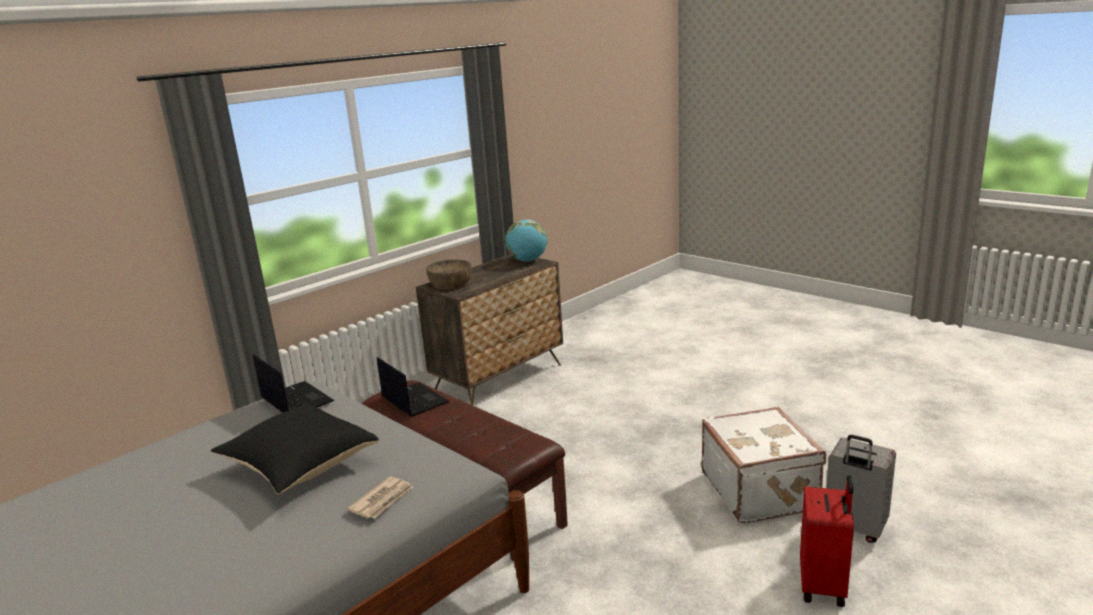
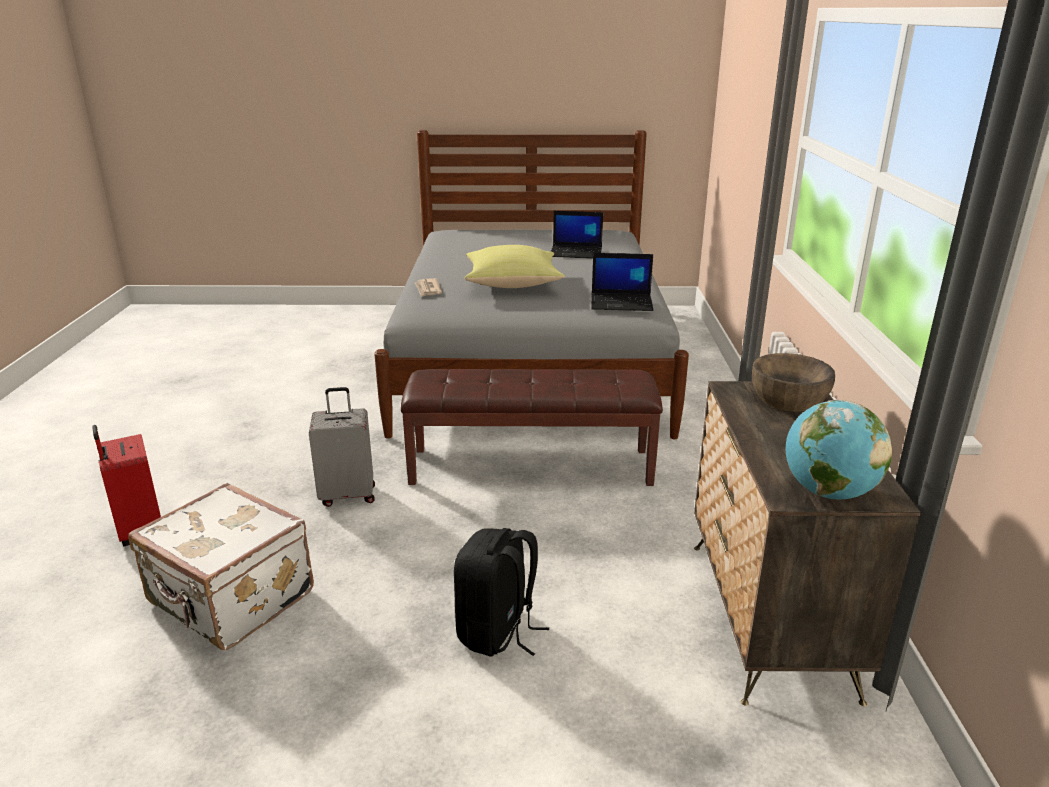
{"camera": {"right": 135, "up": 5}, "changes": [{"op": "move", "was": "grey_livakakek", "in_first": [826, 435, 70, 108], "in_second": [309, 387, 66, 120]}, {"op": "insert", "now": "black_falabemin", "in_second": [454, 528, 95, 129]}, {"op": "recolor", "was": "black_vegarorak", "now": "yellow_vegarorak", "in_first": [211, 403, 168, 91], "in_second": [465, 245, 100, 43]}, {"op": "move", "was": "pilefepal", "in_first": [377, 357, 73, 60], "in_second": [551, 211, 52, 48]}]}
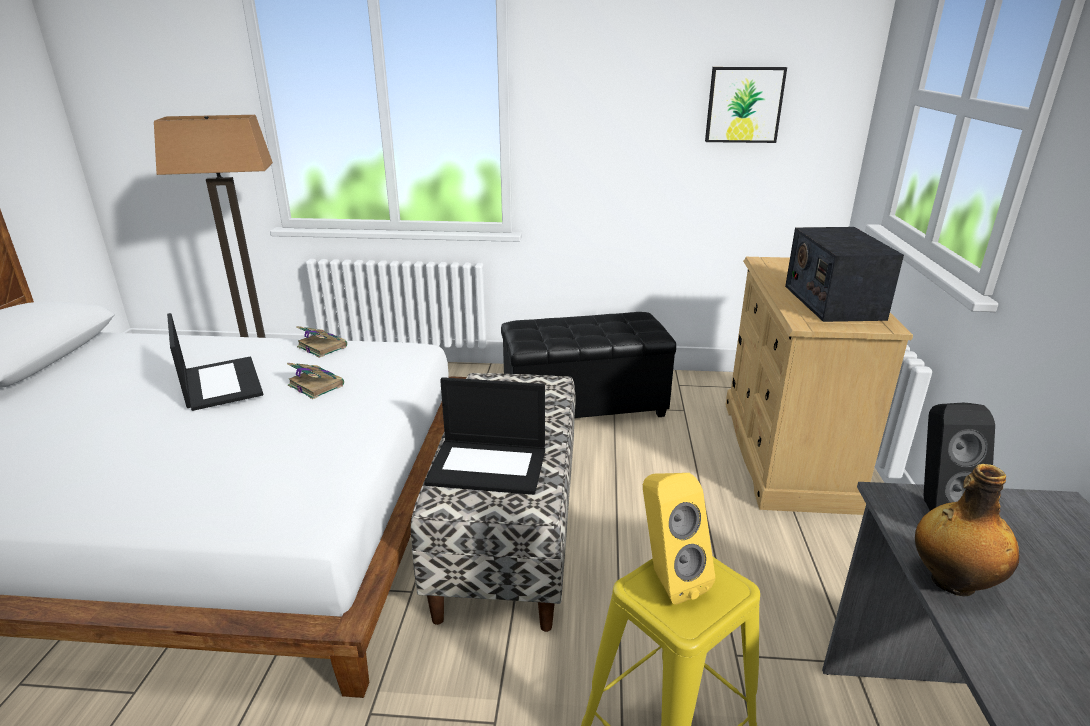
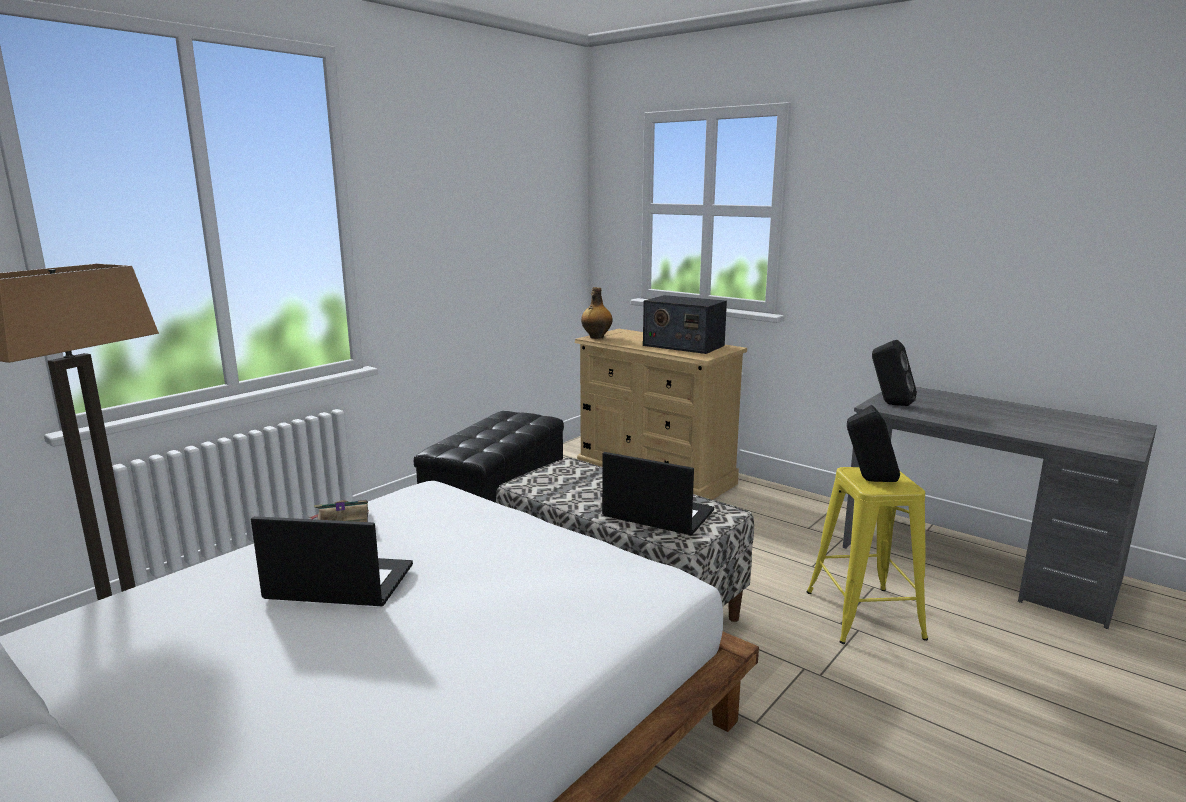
{"camera": {"right": -55, "up": -10}, "changes": [{"op": "move", "was": "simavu", "in_first": [915, 464, 104, 132], "in_second": [581, 287, 32, 52]}, {"op": "rotate", "was": "pilefepal", "in_first": [424, 377, 121, 118], "in_second": [602, 452, 112, 83], "clockwise": -105}, {"op": "recolor", "was": "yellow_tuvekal", "now": "black_tuvekal", "in_first": [643, 473, 73, 132], "in_second": [847, 405, 53, 77]}, {"op": "delete", "was": "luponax", "in_first": [287, 363, 57, 36]}, {"op": "delete", "was": "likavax", "in_first": [705, 67, 82, 76]}]}
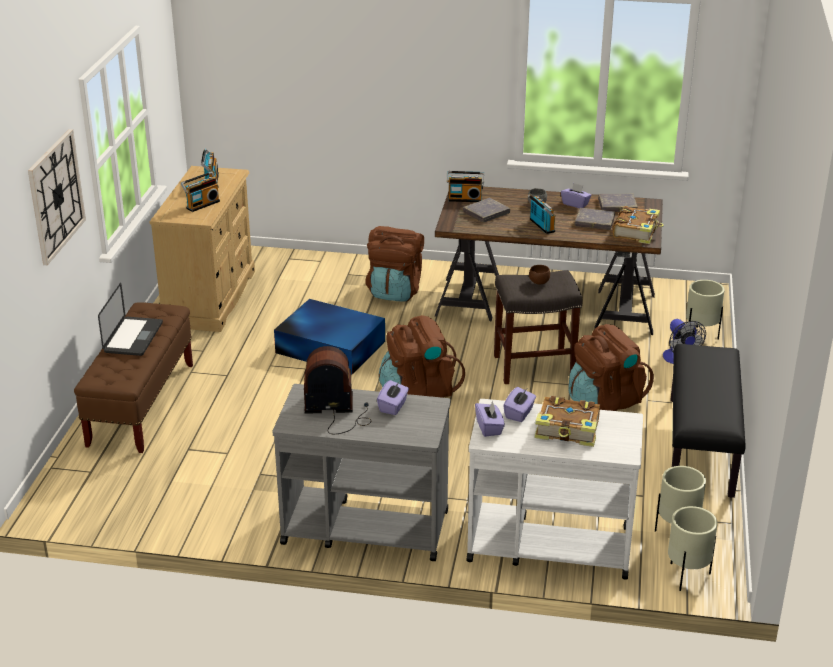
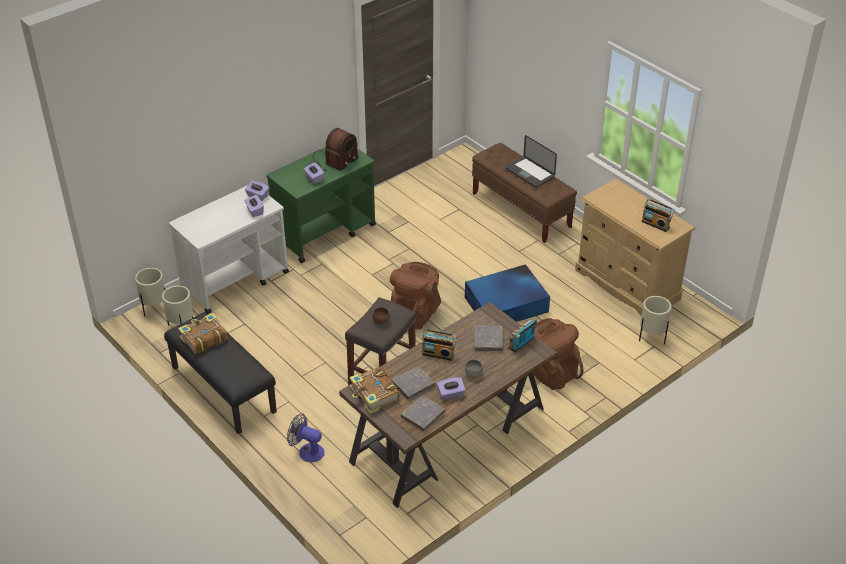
{"camera": {"right": 130, "up": 10}, "changes": [{"op": "move", "was": "luponax", "in_first": [535, 396, 65, 51], "in_second": [178, 313, 50, 41]}, {"op": "recolor", "was": "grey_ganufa", "now": "green_ganufa", "in_first": [272, 384, 179, 177], "in_second": [267, 147, 109, 116]}, {"op": "move", "was": "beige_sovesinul", "in_first": [686, 280, 39, 60], "in_second": [639, 296, 33, 49]}, {"op": "delete", "was": "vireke", "in_first": [28, 129, 58, 136]}, {"op": "delete", "was": "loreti", "in_first": [181, 171, 39, 41]}, {"op": "delete", "was": "brown_falabemin", "in_first": [569, 324, 85, 87]}]}
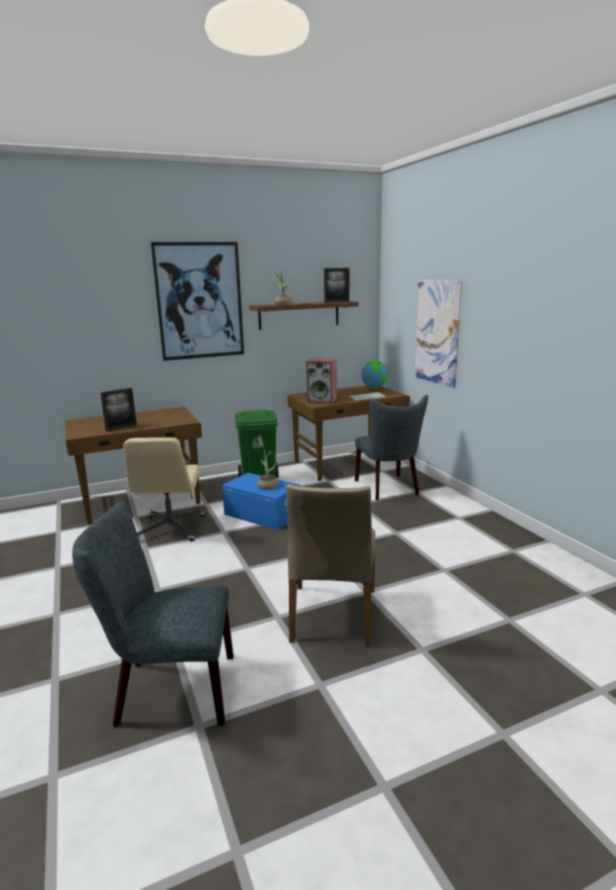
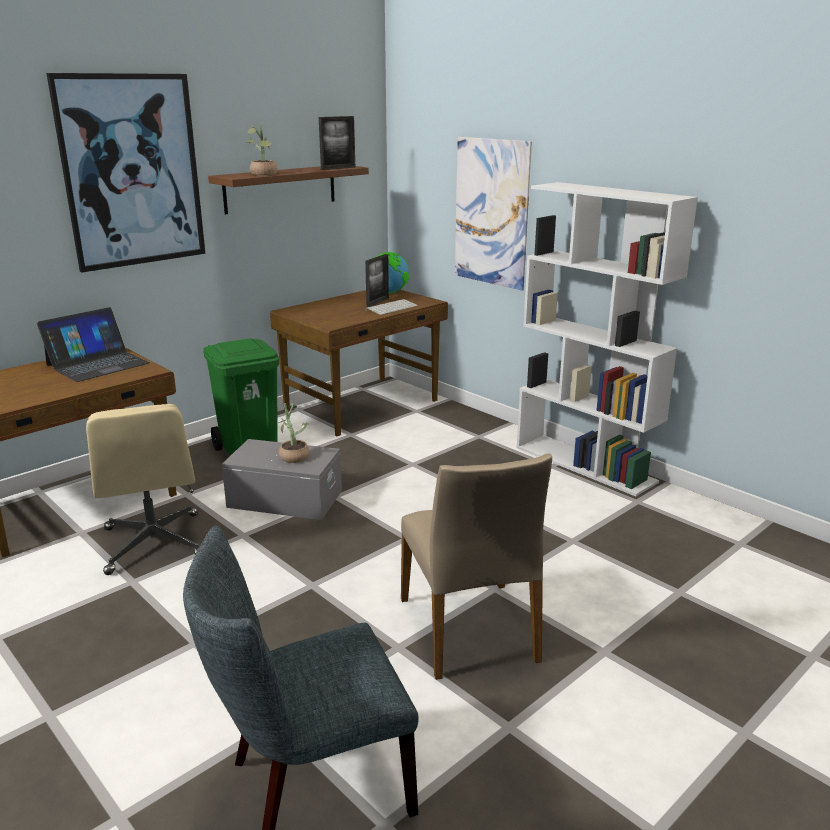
{"camera": {"right": -20, "up": 5}, "changes": [{"op": "insert", "now": "pilefepal", "in_second": [37, 307, 113, 75]}, {"op": "recolor", "was": "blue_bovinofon", "now": "grey_bovinofon", "in_first": [222, 473, 78, 57], "in_second": [222, 439, 120, 81]}, {"op": "move", "was": "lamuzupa", "in_first": [100, 388, 37, 43], "in_second": [365, 254, 24, 53]}, {"op": "insert", "now": "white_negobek", "in_second": [517, 182, 181, 314]}, {"op": "delete", "was": "tuvekal", "in_first": [306, 358, 31, 46]}, {"op": "delete", "was": "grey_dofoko", "in_first": [355, 395, 73, 105]}]}
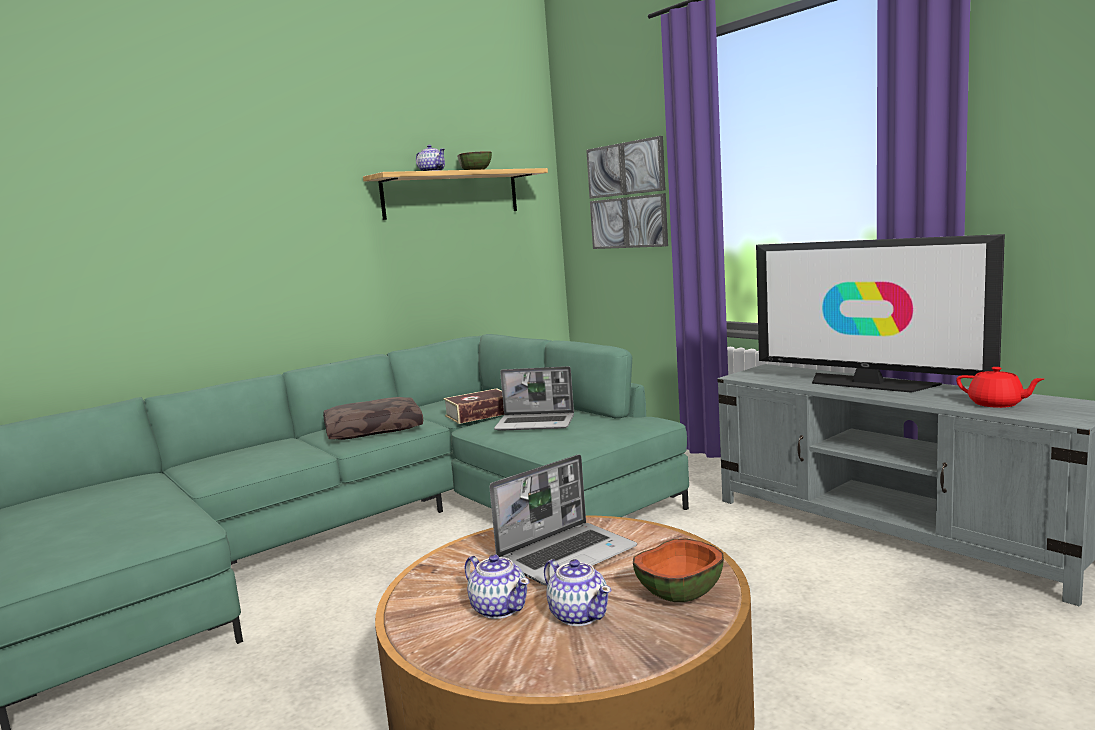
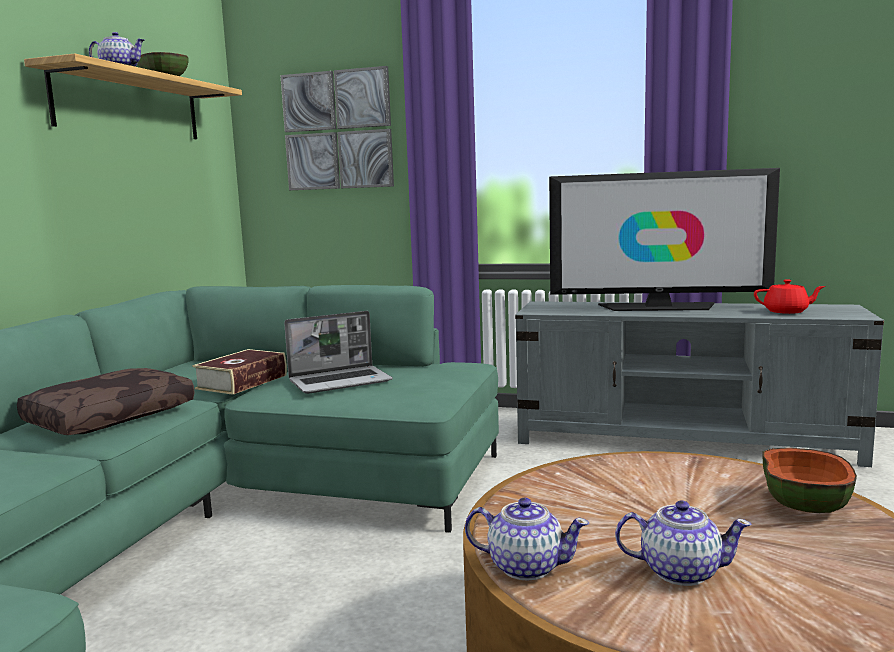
{"camera": {"right": -35, "up": 0}, "changes": [{"op": "move", "was": "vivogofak", "in_first": [544, 559, 67, 67], "in_second": [465, 498, 124, 83]}, {"op": "delete", "was": "pilefepal", "in_first": [489, 454, 148, 131]}]}
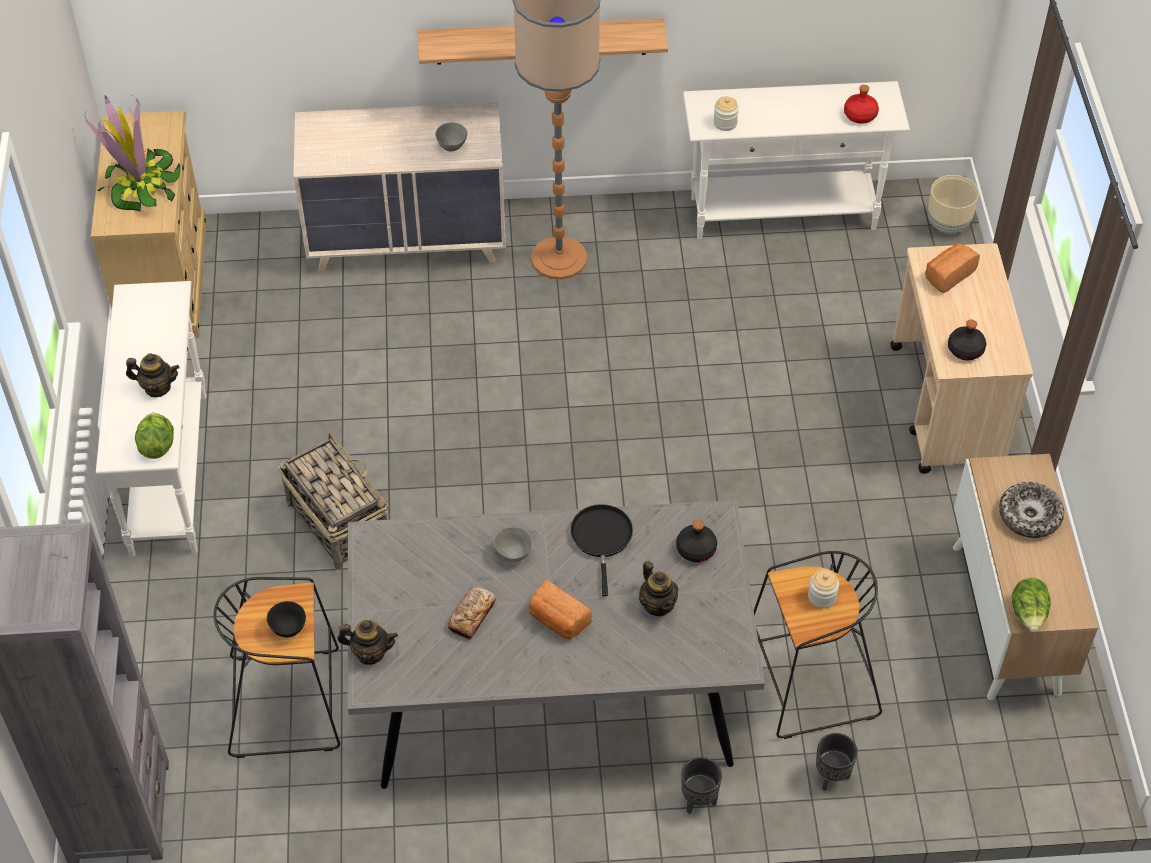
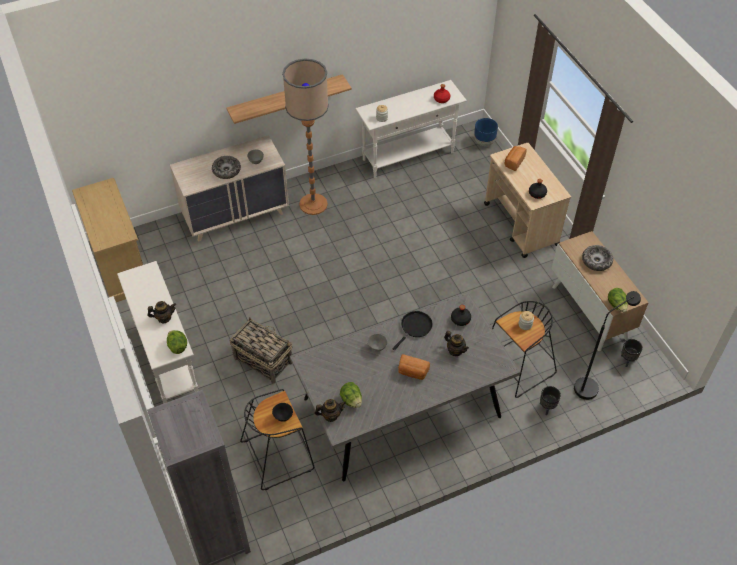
{"camera": {"right": -20, "up": 0}, "changes": [{"op": "insert", "now": "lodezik", "in_second": [212, 156, 29, 23]}, {"op": "insert", "now": "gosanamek", "in_second": [340, 382, 22, 26]}, {"op": "rotate", "was": "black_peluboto", "in_first": [570, 504, 63, 92], "in_second": [392, 311, 41, 39], "clockwise": 60}, {"op": "recolor", "was": "beige_sovesinul", "now": "blue_sovesinul", "in_first": [928, 175, 51, 58], "in_second": [474, 118, 24, 28]}, {"op": "insert", "now": "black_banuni", "in_second": [574, 291, 67, 109]}, {"op": "move", "was": "black_sovesinul", "in_first": [681, 757, 41, 57], "in_second": [621, 339, 22, 28]}, {"op": "delete", "was": "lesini", "in_first": [85, 96, 95, 116]}, {"op": "delete", "was": "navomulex", "in_first": [448, 587, 48, 53]}]}
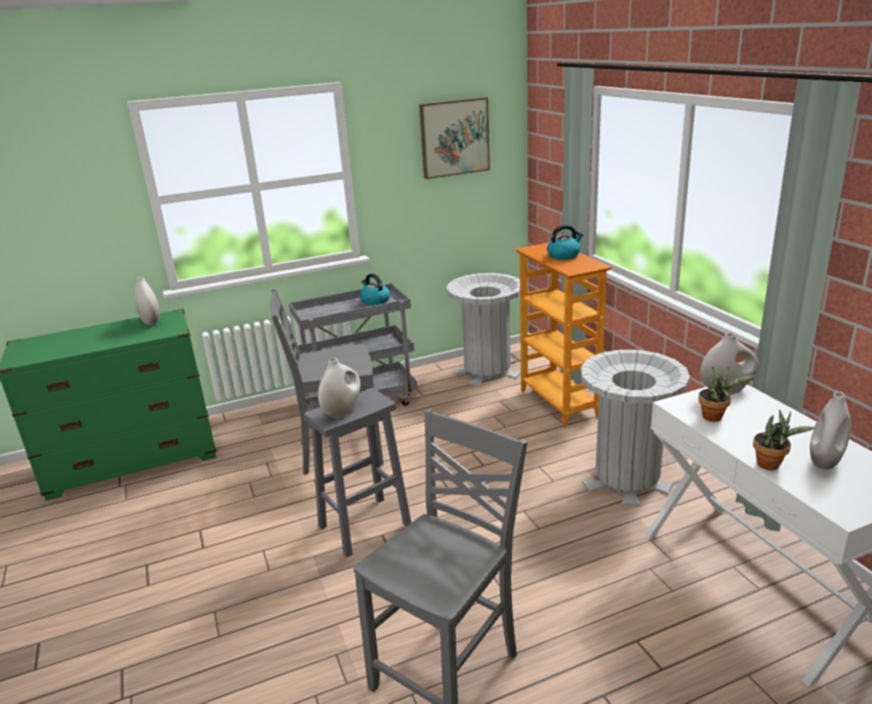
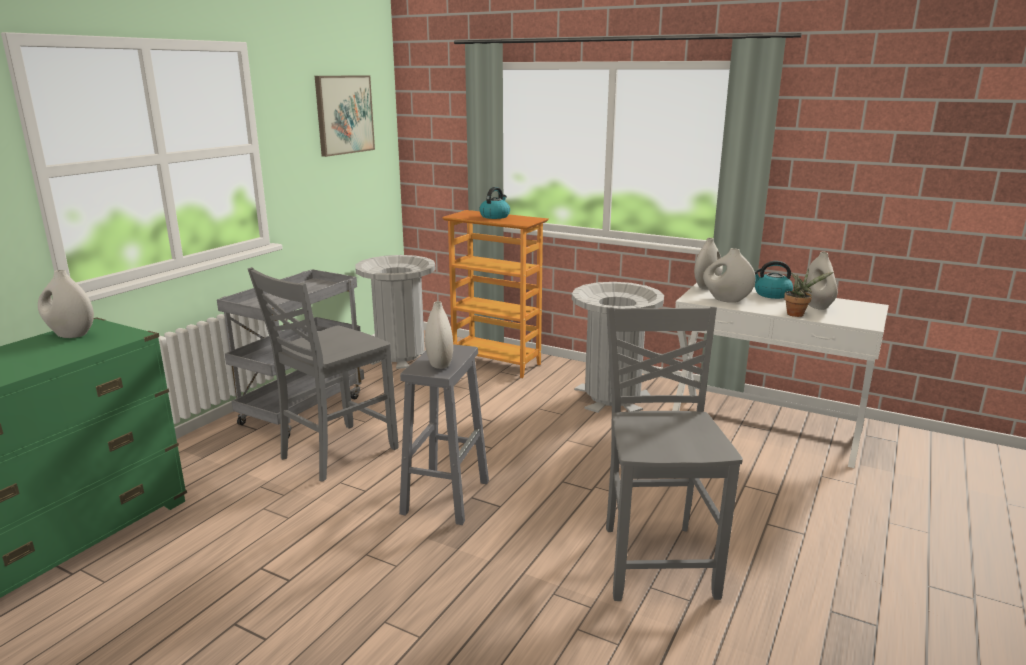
{"camera": {"right": -40, "up": -5}, "changes": [{"op": "replace", "was": "lesini", "now": "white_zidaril", "in_first": [698, 366, 57, 56], "in_second": [703, 248, 53, 55]}, {"op": "move", "was": "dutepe", "in_first": [360, 273, 30, 33], "in_second": [754, 261, 39, 38]}]}
